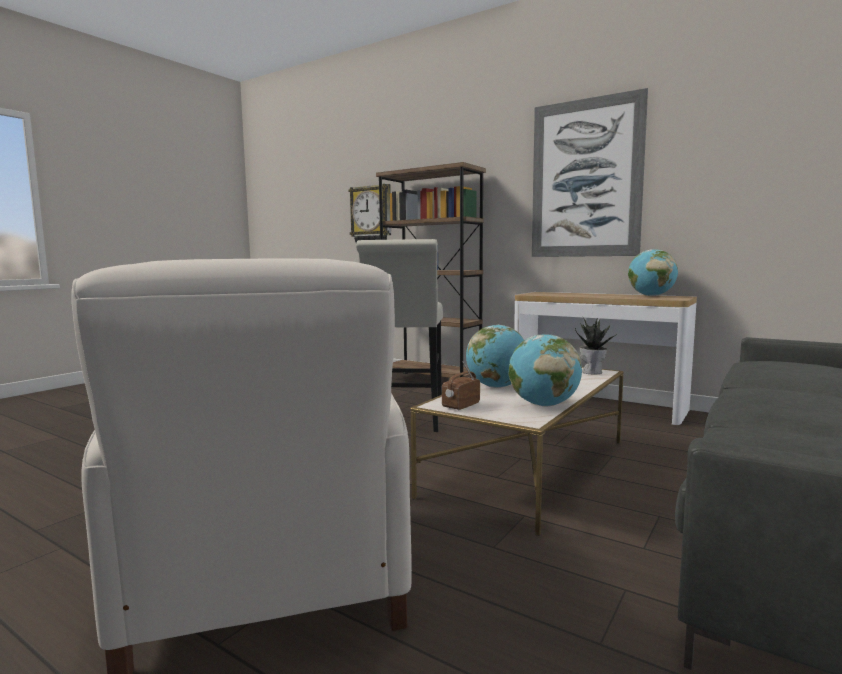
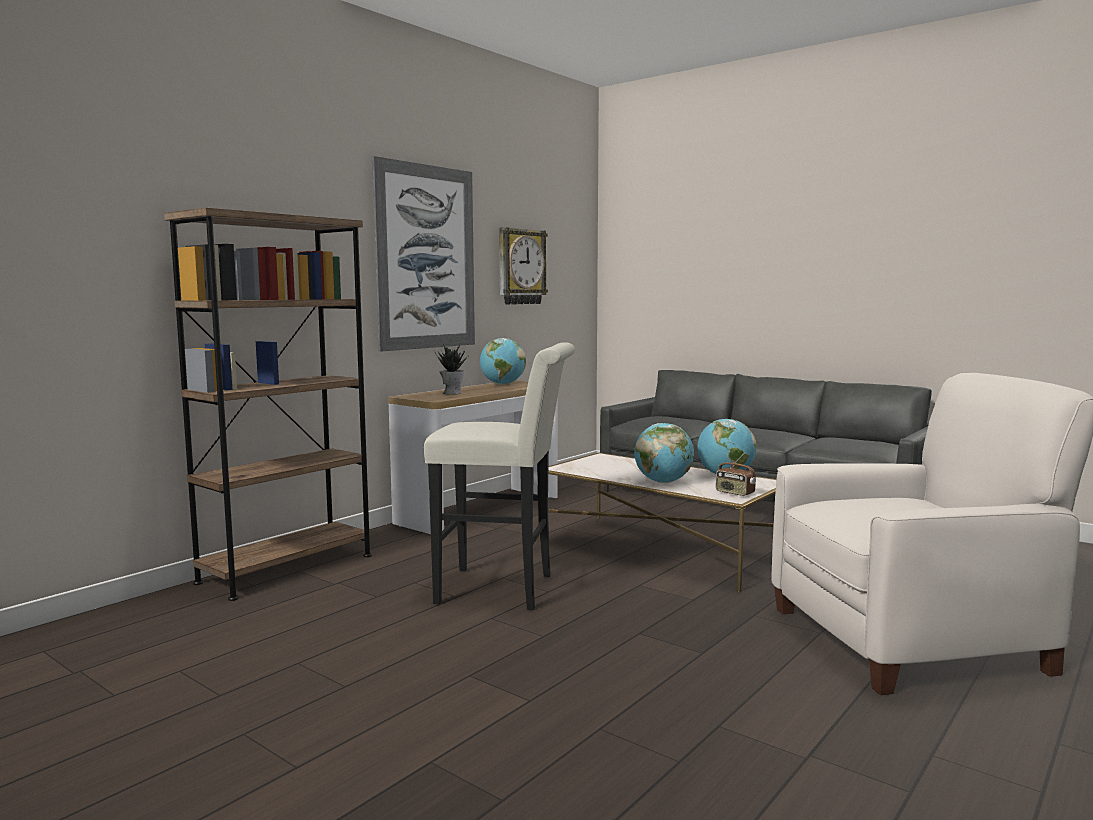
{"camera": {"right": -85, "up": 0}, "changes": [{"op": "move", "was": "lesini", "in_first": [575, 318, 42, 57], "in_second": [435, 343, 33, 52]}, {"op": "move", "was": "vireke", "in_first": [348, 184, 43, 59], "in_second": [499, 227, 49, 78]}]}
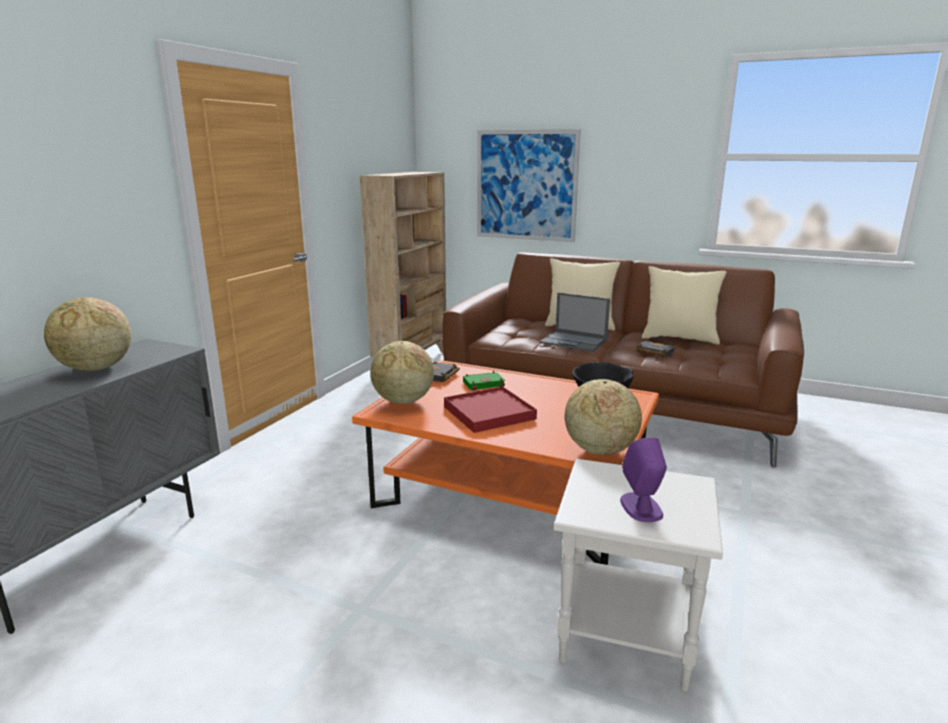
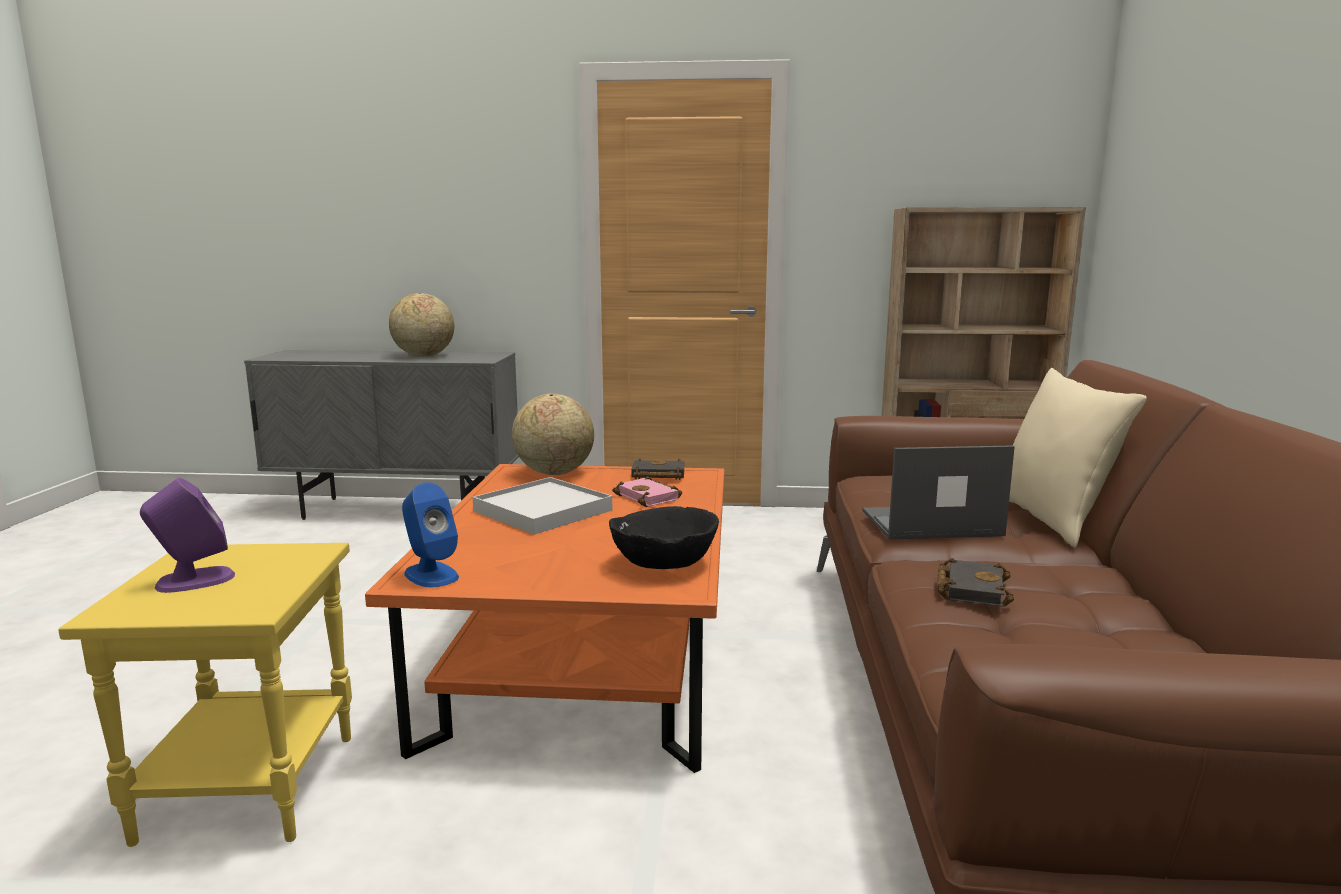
{"camera": {"right": 70, "up": -5}, "changes": [{"op": "recolor", "was": "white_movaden", "now": "yellow_movaden", "in_first": [554, 459, 169, 233], "in_second": [58, 543, 294, 304]}, {"op": "replace", "was": "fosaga", "now": "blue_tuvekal", "in_first": [565, 379, 77, 76], "in_second": [402, 483, 57, 104]}, {"op": "recolor", "was": "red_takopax", "now": "white_takopax", "in_first": [444, 386, 93, 47], "in_second": [472, 477, 140, 58]}, {"op": "recolor", "was": "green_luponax", "now": "pink_luponax", "in_first": [463, 371, 42, 20], "in_second": [612, 476, 70, 31]}, {"op": "rotate", "was": "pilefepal", "in_first": [540, 293, 70, 59], "in_second": [862, 445, 153, 95], "clockwise": 75}, {"op": "delete", "was": "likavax", "in_first": [477, 129, 104, 113]}, {"op": "delete", "was": "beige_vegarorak", "in_first": [642, 266, 84, 79]}]}
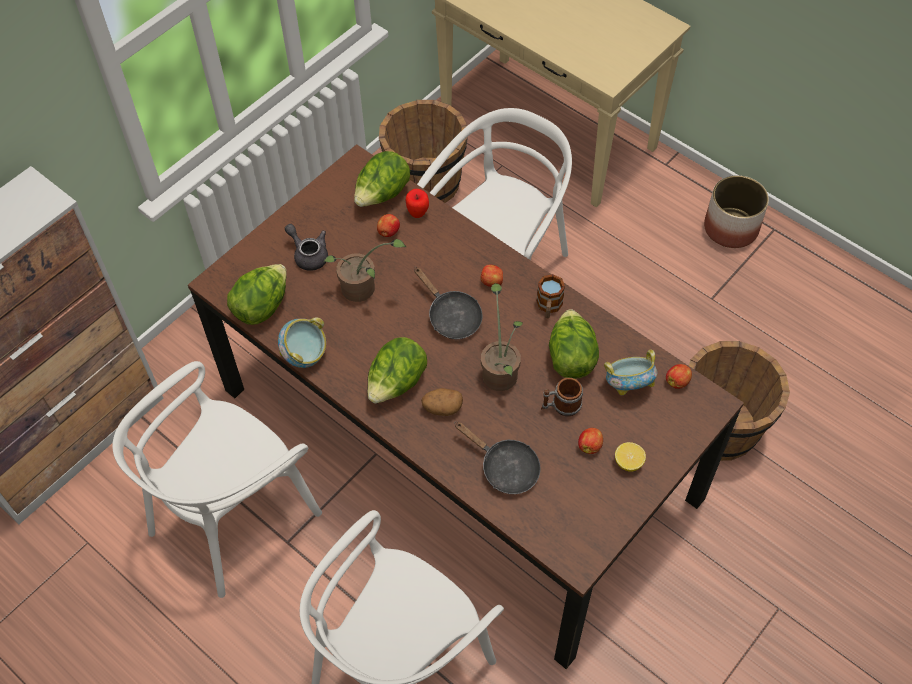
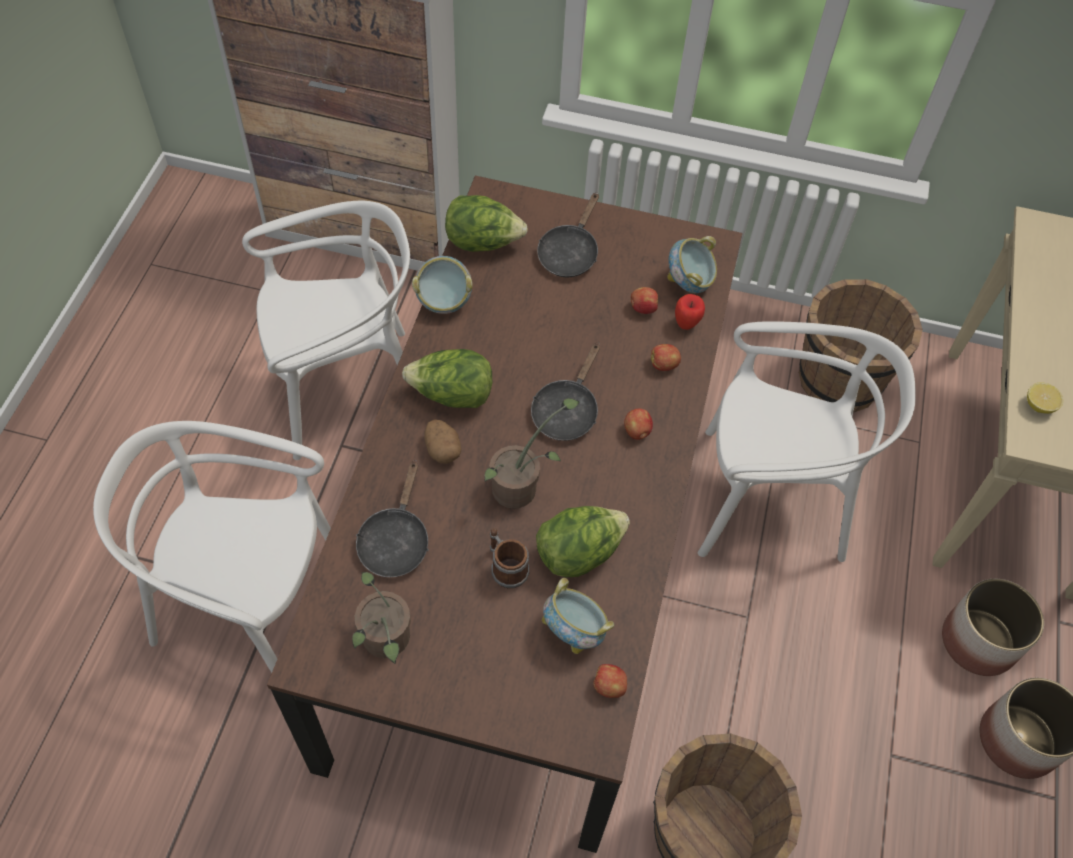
{"camera": {"right": 60, "up": 0}, "changes": [{"op": "rotate", "was": "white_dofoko", "in_first": [112, 361, 210, 237], "in_second": [242, 201, 168, 259], "clockwise": 150}, {"op": "move", "was": "lesini", "in_first": [324, 239, 82, 63], "in_second": [352, 572, 59, 92]}, {"op": "replace", "was": "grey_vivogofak", "now": "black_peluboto", "in_first": [285, 224, 43, 47], "in_second": [537, 192, 62, 85]}, {"op": "move", "was": "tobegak", "in_first": [578, 428, 25, 26], "in_second": [651, 344, 30, 27]}, {"op": "replace", "was": "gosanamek", "now": "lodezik", "in_first": [354, 151, 56, 56], "in_second": [667, 236, 50, 57]}, {"op": "insert", "now": "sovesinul", "in_second": [942, 579, 102, 97]}, {"op": "move", "was": "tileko", "in_first": [615, 442, 31, 30], "in_second": [1027, 383, 36, 31]}, {"op": "delete", "was": "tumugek", "in_first": [536, 274, 29, 44]}]}
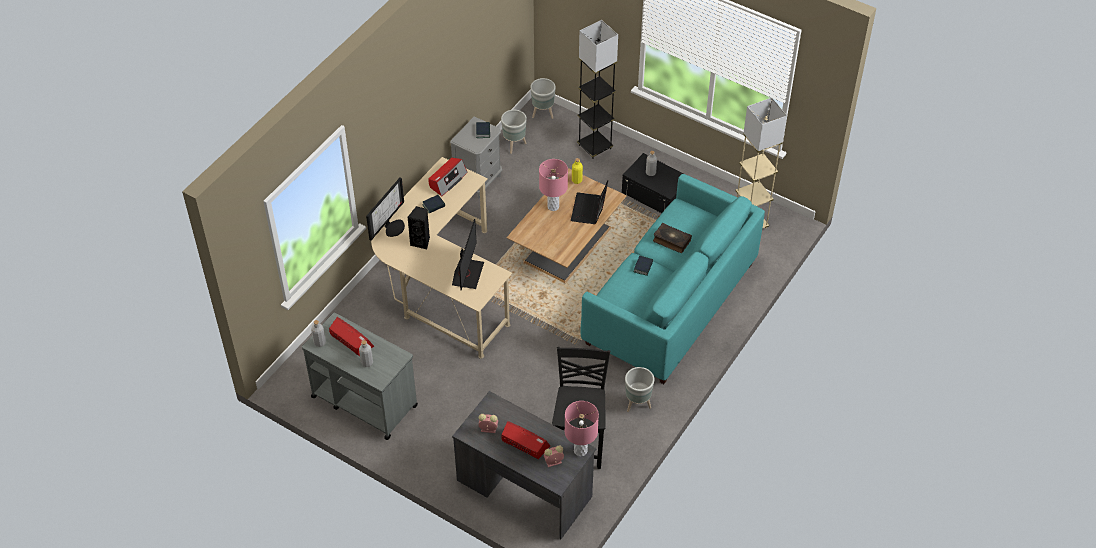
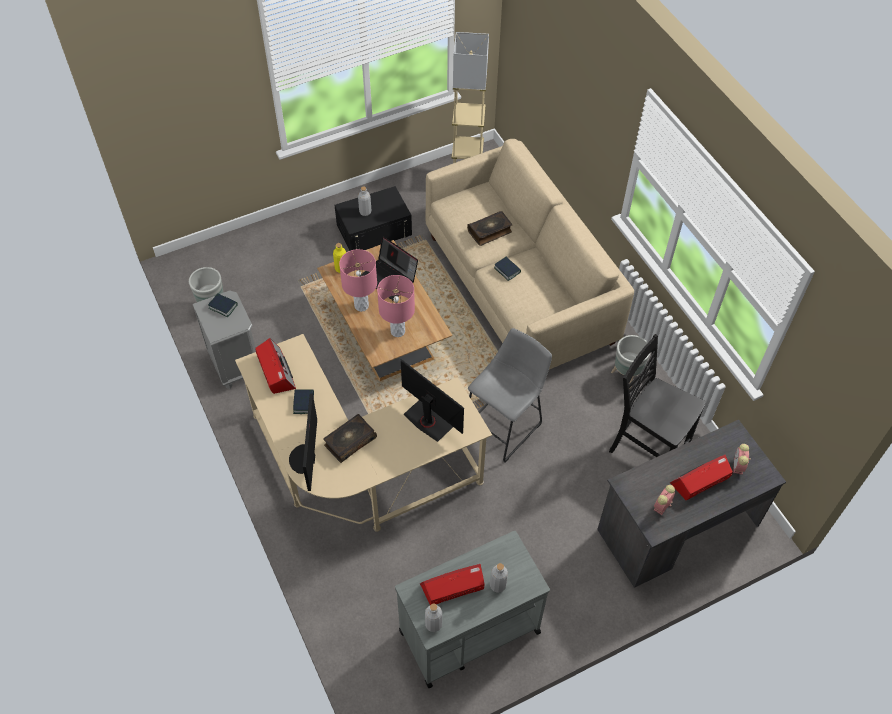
{"camera": {"right": -60, "up": 5}, "changes": [{"op": "rotate", "was": "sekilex", "in_first": [366, 177, 39, 63], "in_second": [289, 394, 28, 97], "clockwise": -150}, {"op": "replace", "was": "black_tuvekal", "now": "luponax", "in_first": [407, 206, 23, 44], "in_second": [323, 414, 54, 49]}, {"op": "move", "was": "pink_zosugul", "in_first": [565, 401, 34, 56], "in_second": [377, 275, 38, 62]}, {"op": "recolor", "was": "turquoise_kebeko", "now": "beige_kebeko", "in_first": [581, 174, 184, 210], "in_second": [425, 139, 209, 230]}, {"op": "insert", "now": "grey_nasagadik", "in_second": [468, 328, 84, 134]}, {"op": "delete", "was": "grey_sovesinul", "in_first": [530, 78, 26, 41]}, {"op": "delete", "was": "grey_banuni", "in_first": [577, 20, 41, 139]}]}
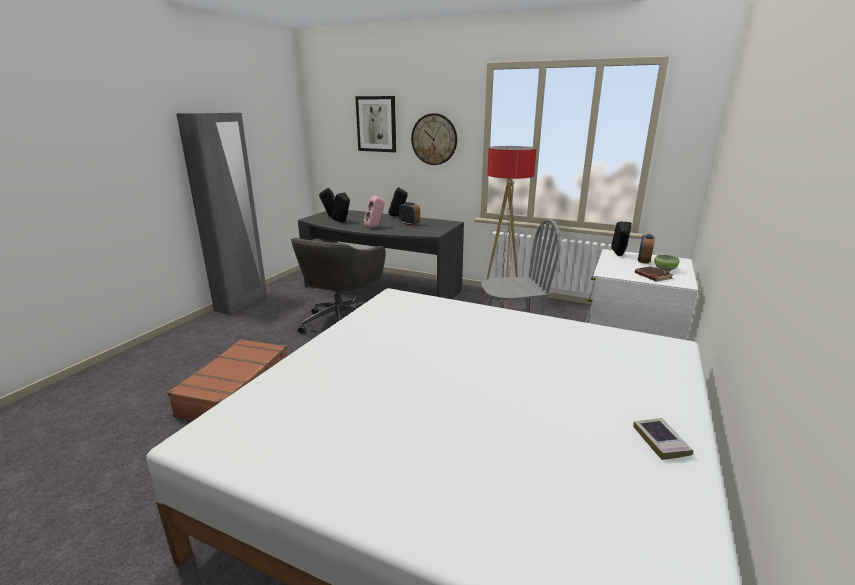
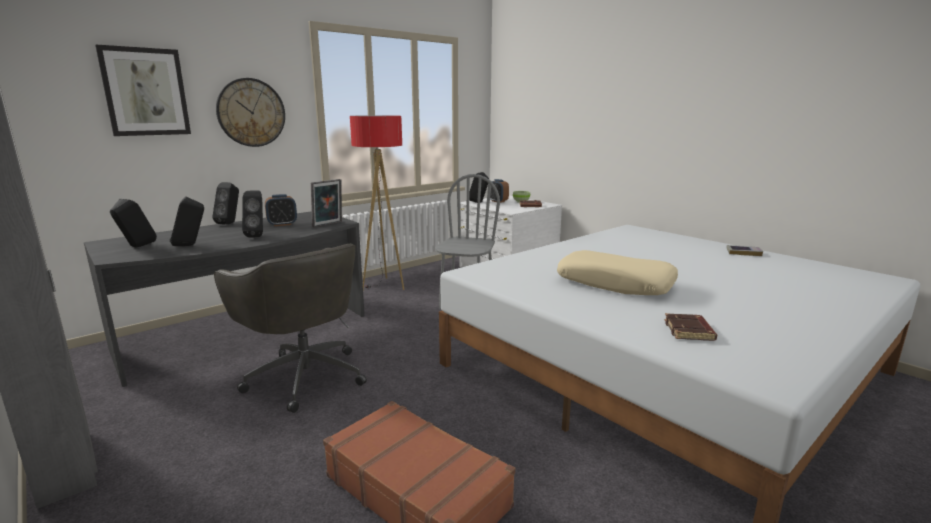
{"camera": {"right": -65, "up": -5}, "changes": [{"op": "recolor", "was": "pink_tuvekal", "now": "black_tuvekal", "in_first": [364, 196, 21, 31], "in_second": [242, 190, 21, 47]}, {"op": "insert", "now": "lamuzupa", "in_second": [311, 179, 31, 49]}, {"op": "insert", "now": "beige_vegarorak", "in_second": [557, 250, 121, 45]}, {"op": "insert", "now": "brown_luponax", "in_second": [664, 313, 53, 28]}]}
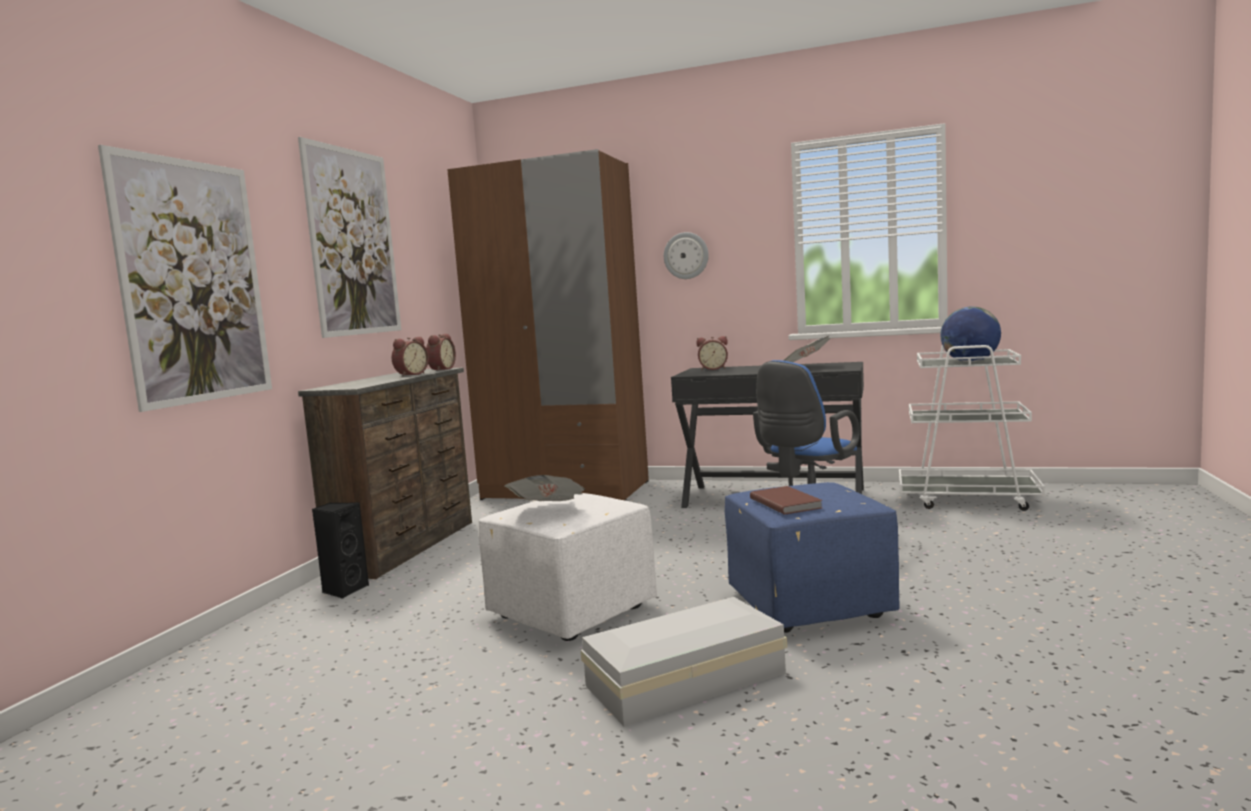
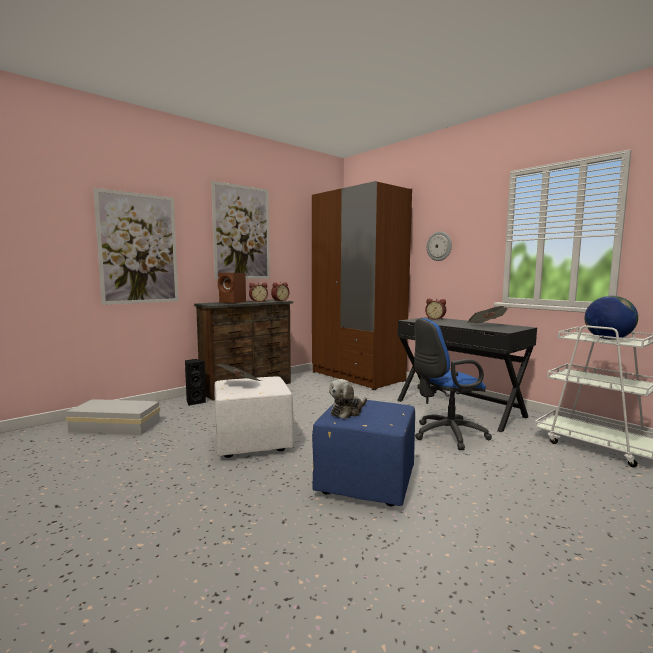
{"camera": {"right": 30, "up": 0}, "changes": [{"op": "move", "was": "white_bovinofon", "in_first": [581, 597, 206, 130], "in_second": [66, 399, 94, 36]}, {"op": "insert", "now": "brown_tuvekal", "in_second": [218, 273, 28, 30]}, {"op": "replace", "was": "brown_luponax", "now": "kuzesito", "in_first": [750, 486, 73, 29], "in_second": [329, 379, 38, 40]}]}
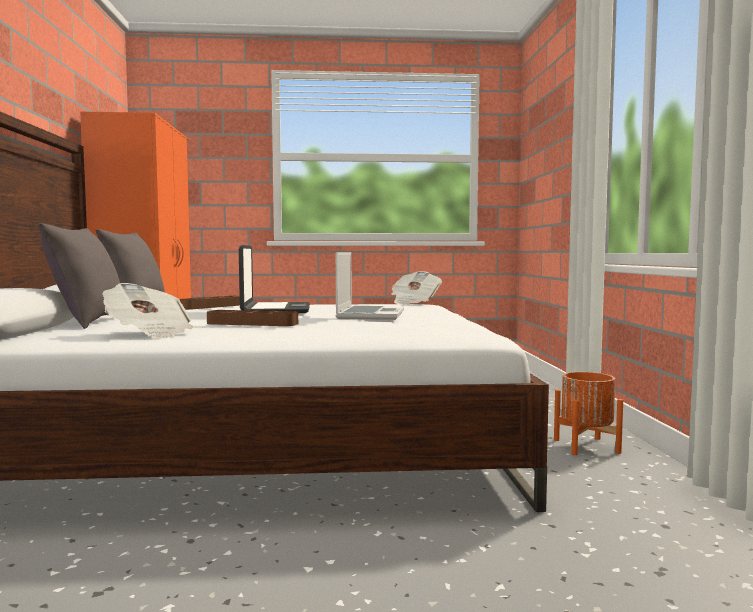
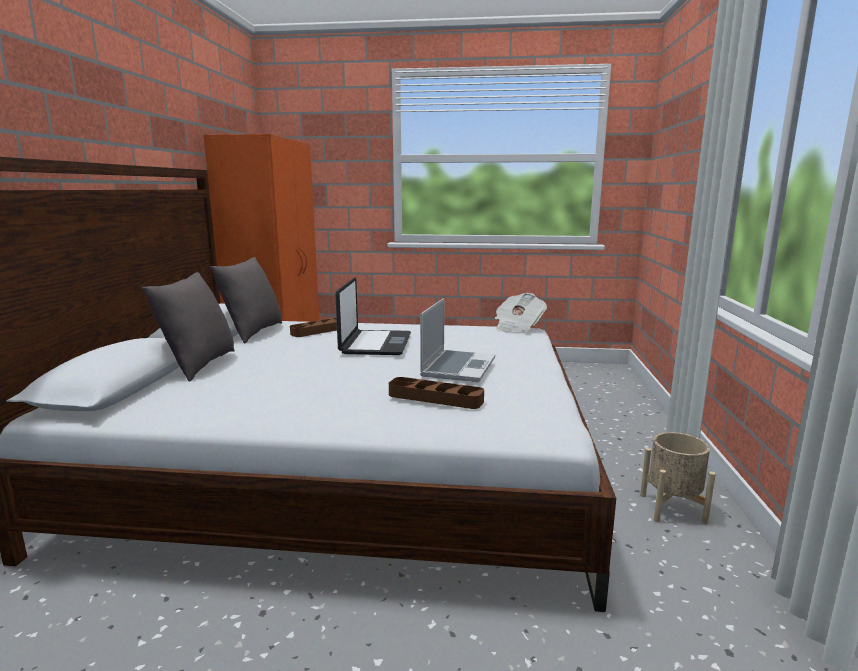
{"camera": {"right": 10, "up": 10}, "changes": [{"op": "move", "was": "brown_takopax", "in_first": [207, 310, 91, 16], "in_second": [389, 377, 95, 32]}, {"op": "recolor", "was": "orange_sovesinul", "now": "beige_sovesinul", "in_first": [554, 372, 69, 83], "in_second": [640, 432, 76, 93]}, {"op": "delete", "was": "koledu", "in_first": [102, 283, 92, 56]}]}
